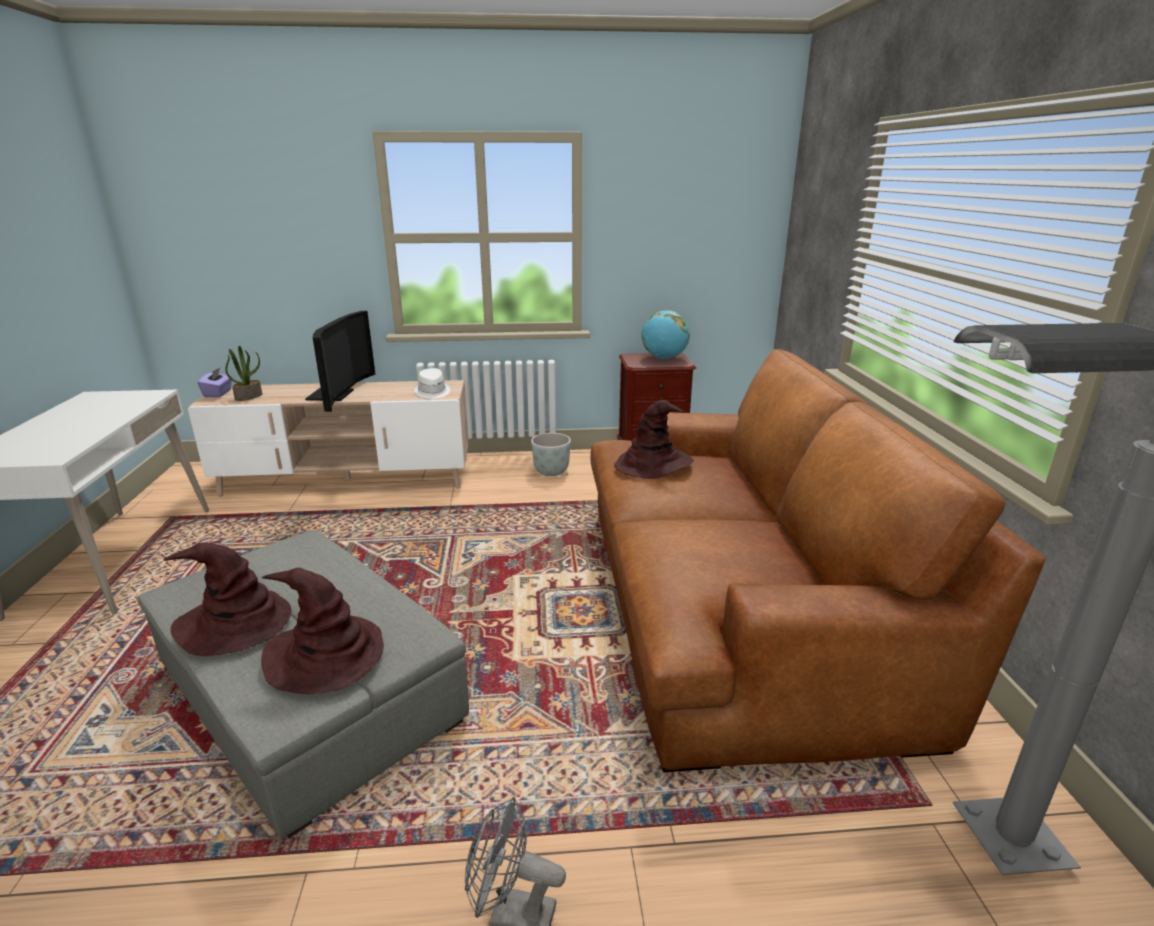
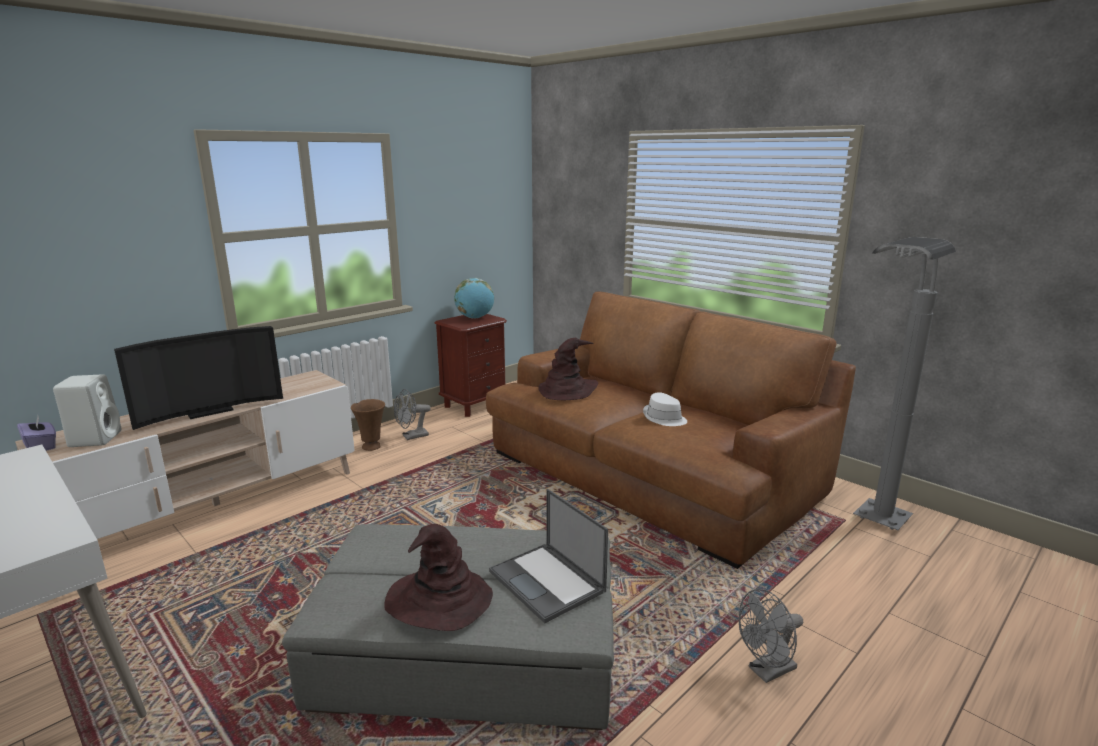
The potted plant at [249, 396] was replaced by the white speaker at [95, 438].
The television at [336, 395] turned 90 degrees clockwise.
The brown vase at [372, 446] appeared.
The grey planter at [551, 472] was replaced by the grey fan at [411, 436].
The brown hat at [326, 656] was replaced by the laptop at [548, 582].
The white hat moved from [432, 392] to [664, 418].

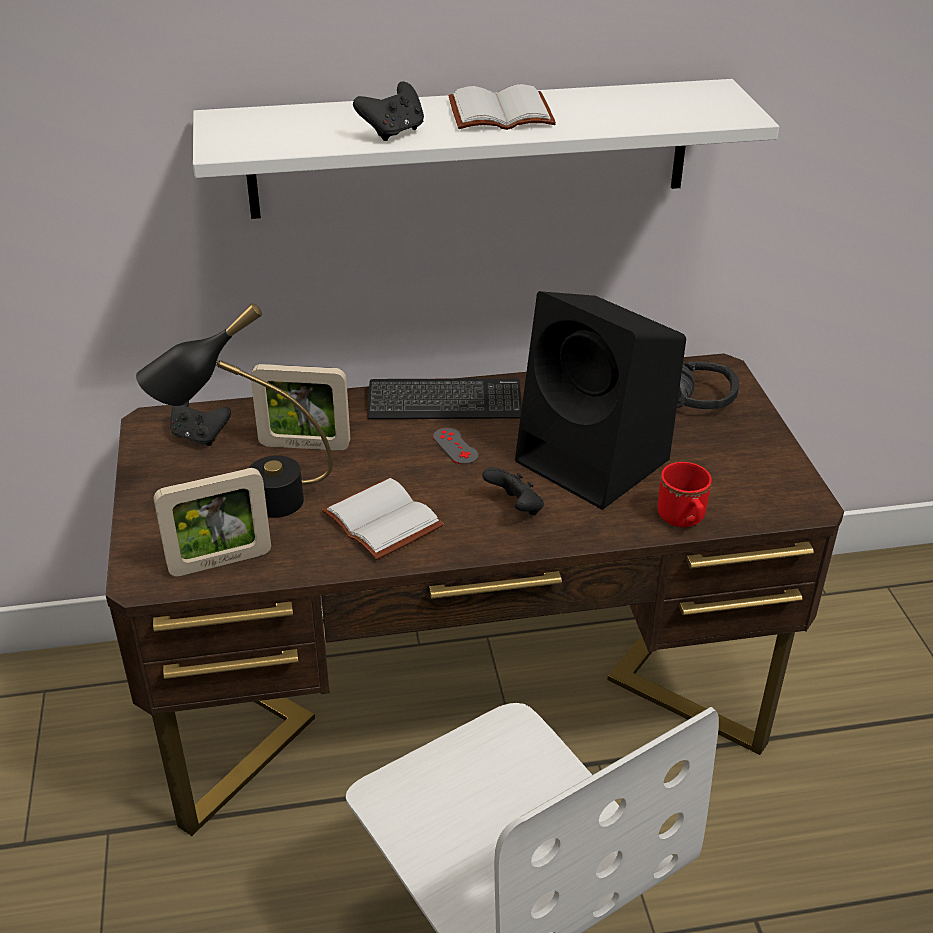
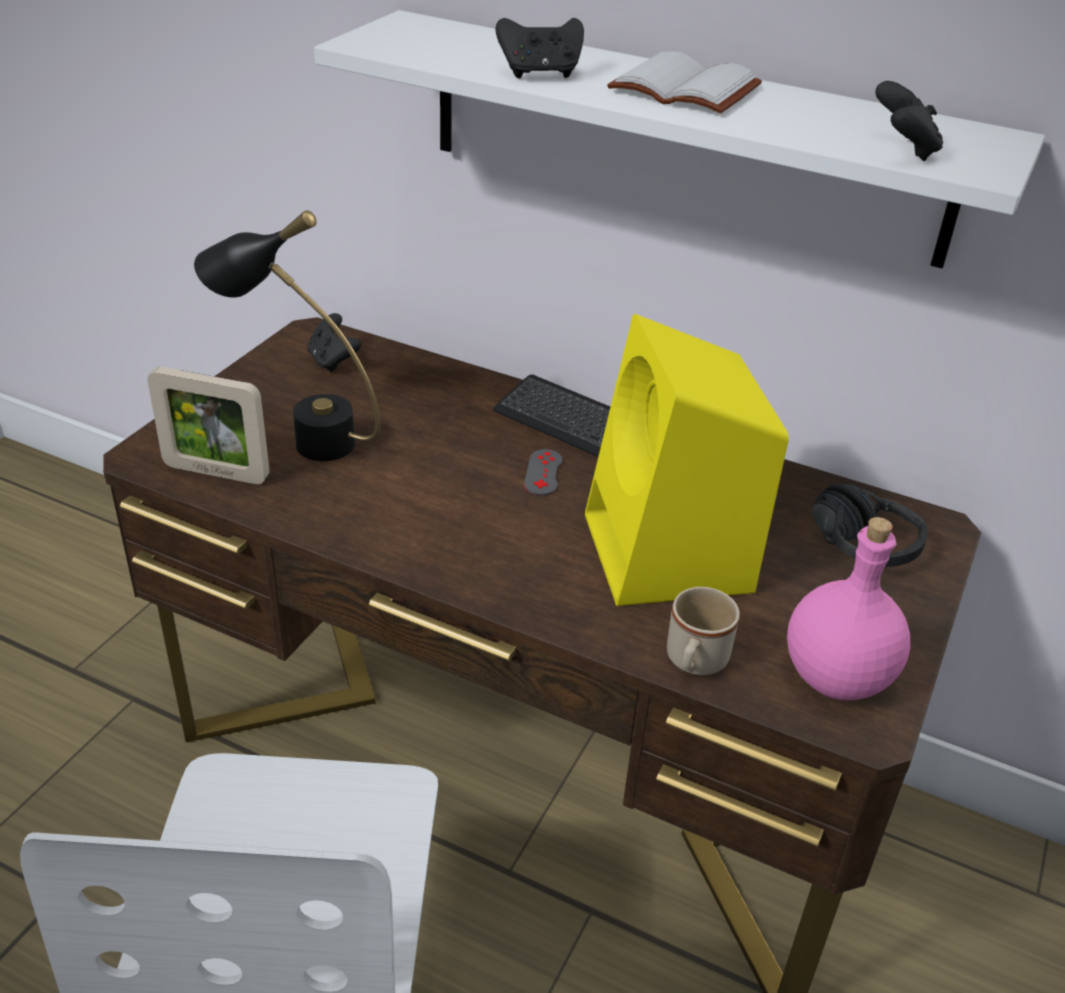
The black speaker at [596, 462] became the yellow speaker at [670, 556].
The red mug at [683, 520] became the beige mug at [694, 663].
The pink bottle at [834, 677] appeared.
The black game controller moved from [515, 508] to [903, 150].
The picture frame at [304, 445] disappeared.
The white book at [379, 521] disappeared.

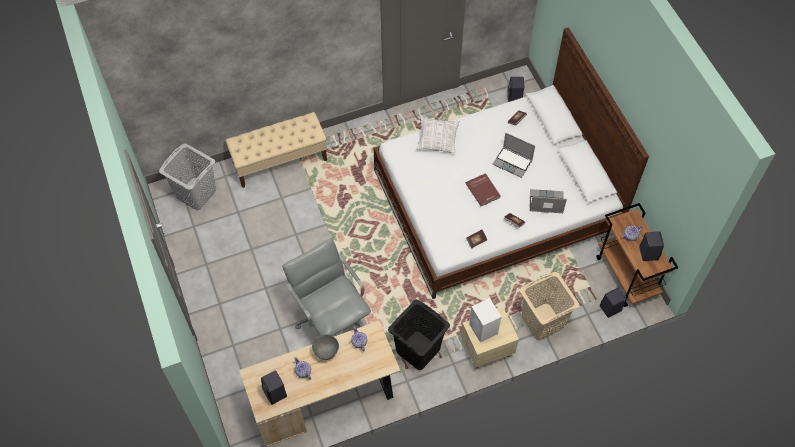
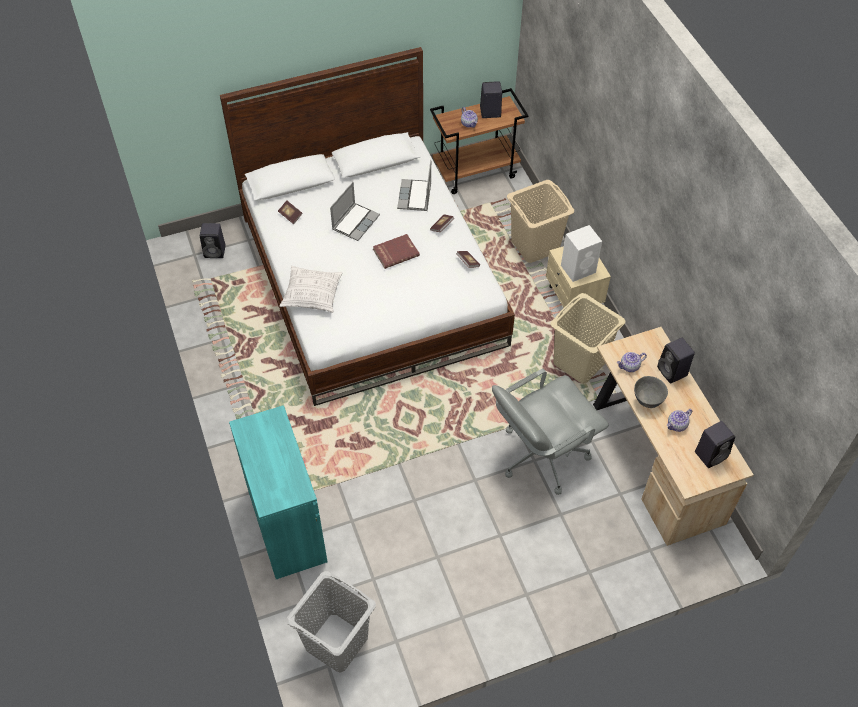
The beige bench at [280, 161] was replaced by the turquoise cabinet at [286, 525].
The black laundry basket at [417, 350] became the beige laundry basket at [579, 362].
The black speaker moved from [610, 309] to [673, 372].

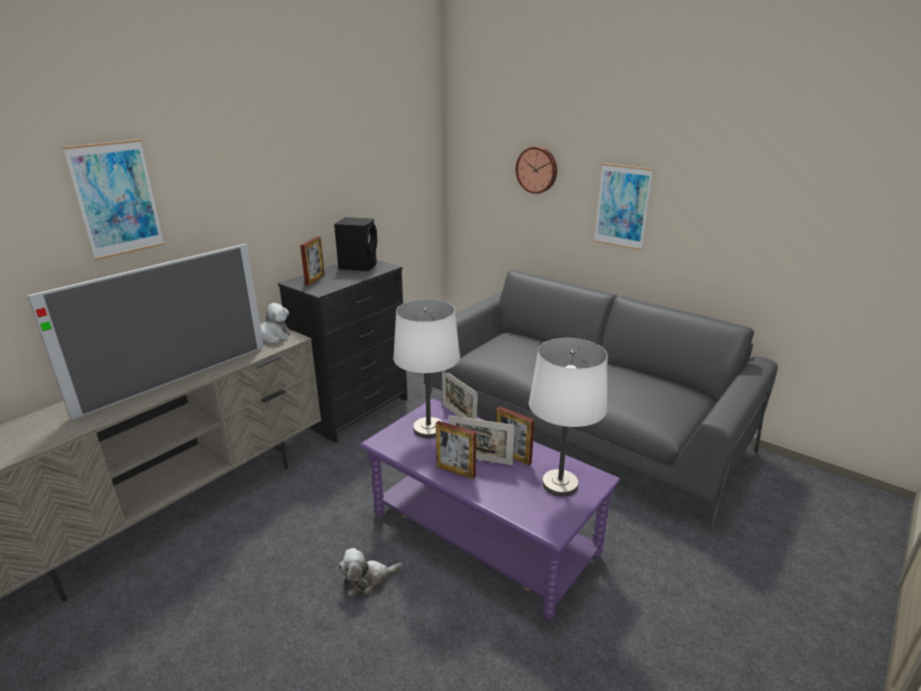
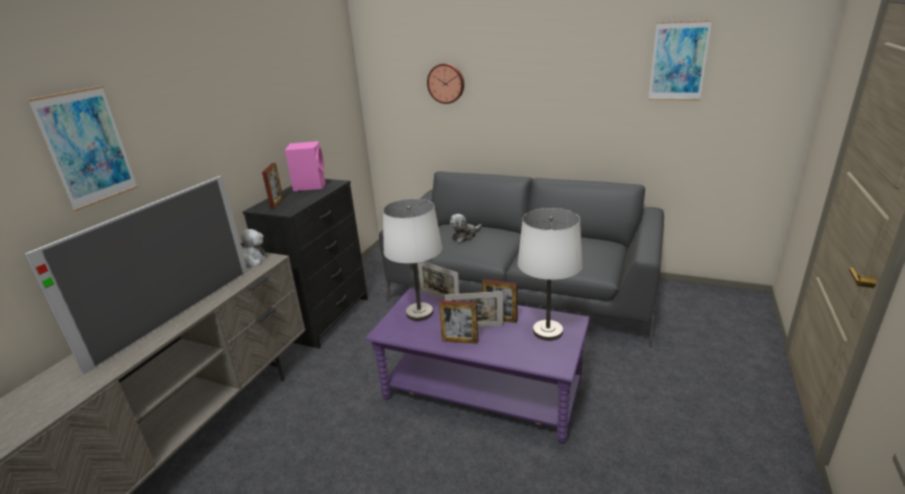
The black speaker at [359, 265] became the pink speaker at [310, 185].
The plush toy moved from [368, 581] to [465, 236].
The picture moved from [622, 206] to [678, 61].

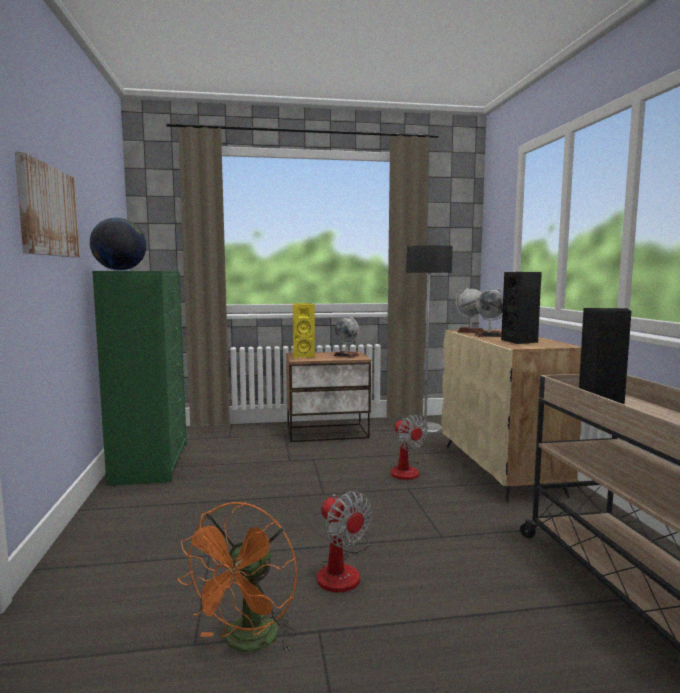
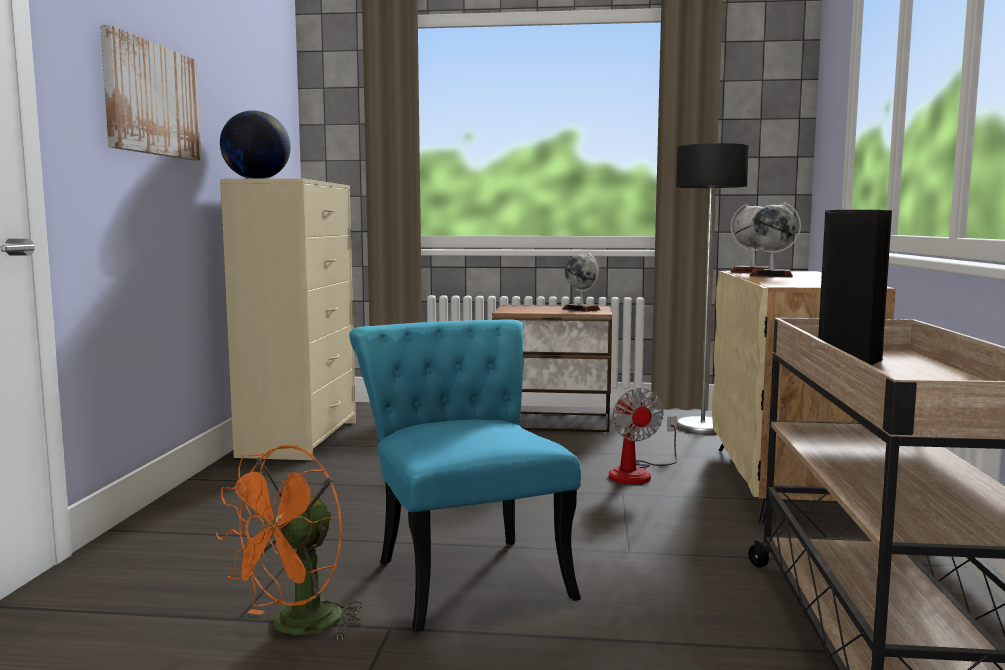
The green dresser at [151, 462] became the beige dresser at [300, 438].
The fan at [343, 570] was replaced by the turquoise chair at [464, 571].
The yellow speaker at [302, 356] disappeared.
The black speaker at [520, 341] disappeared.

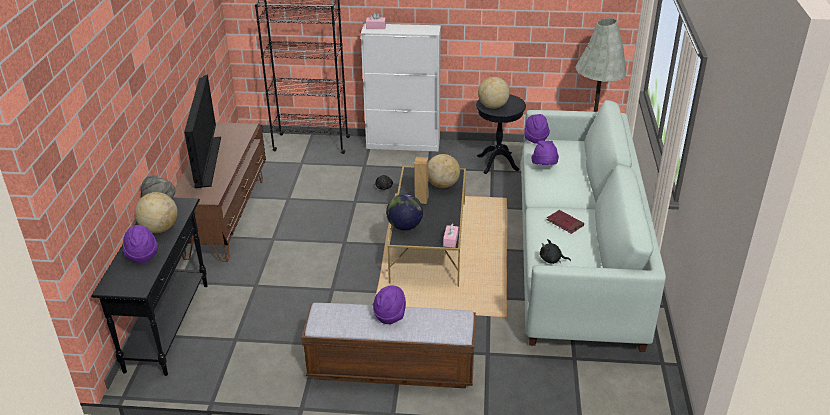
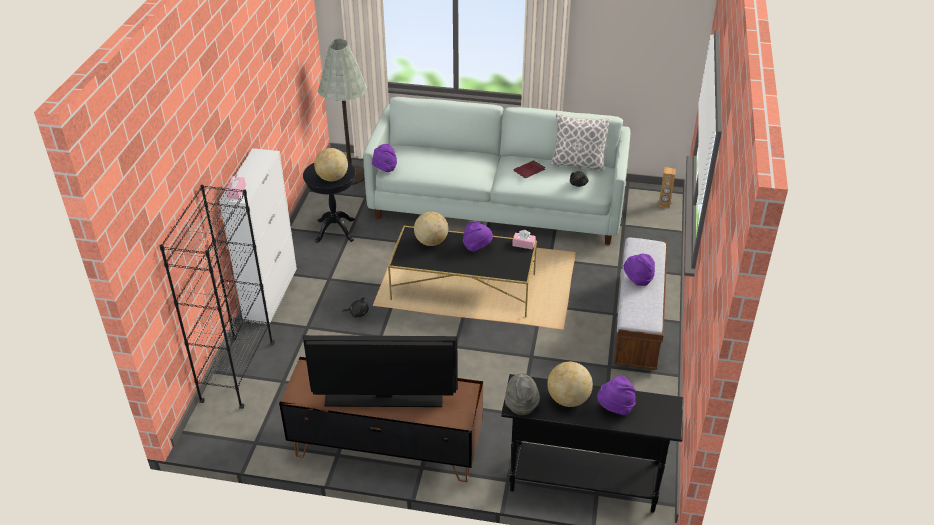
The purple hat moved from [544, 167] to [477, 246].
The pillow at [577, 163] appeared.
The brown speaker moved from [421, 199] to [664, 204].
The globe at [405, 227] disappeared.

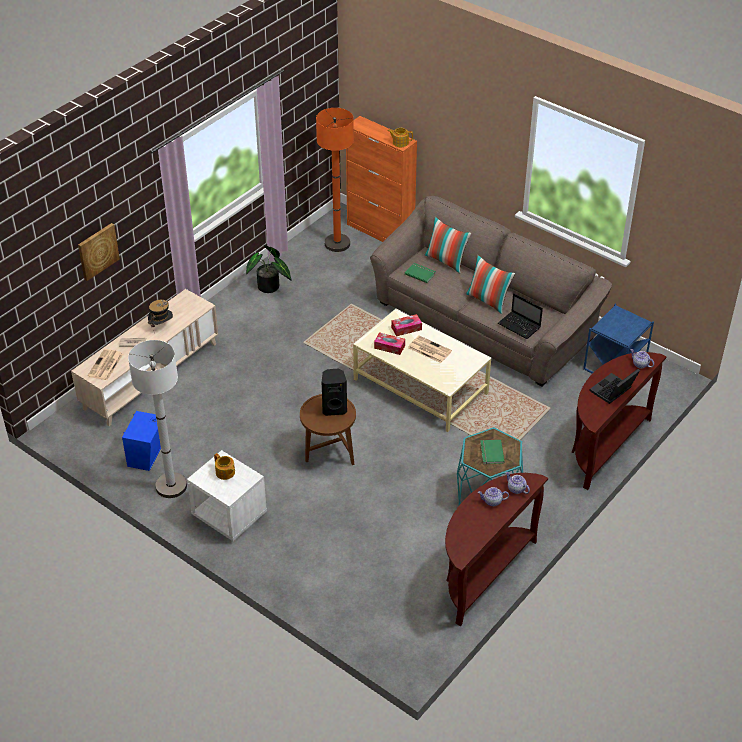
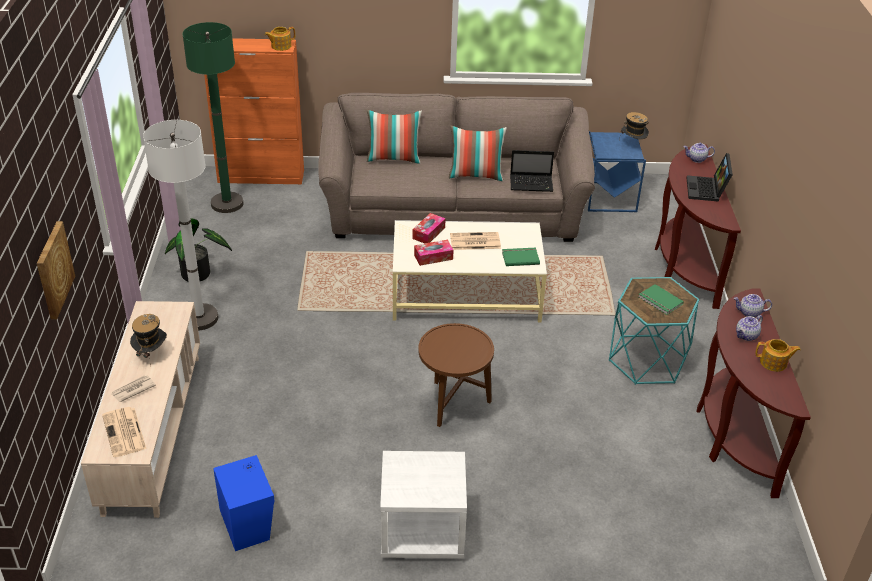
The white floor lamp moved from [171, 486] to [199, 318].
The orange floor lamp at [337, 243] became the green floor lamp at [227, 203].
The green book moved from [420, 273] to [520, 257].
The hat at [632, 144] appeared.
The teapot moved from [225, 473] to [774, 363].
The black speaker at [334, 408] disappeared.

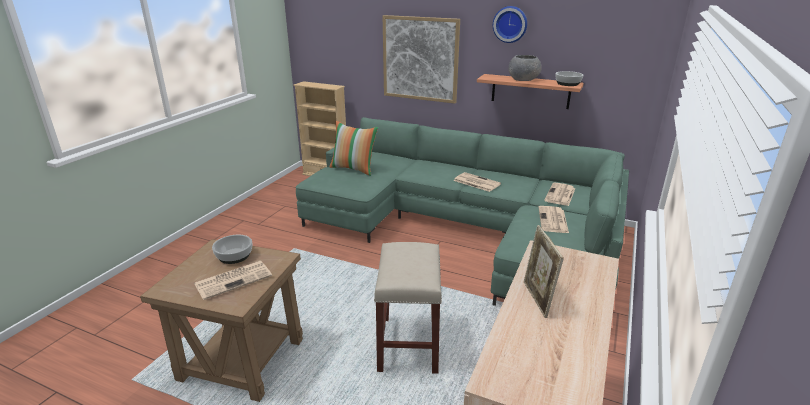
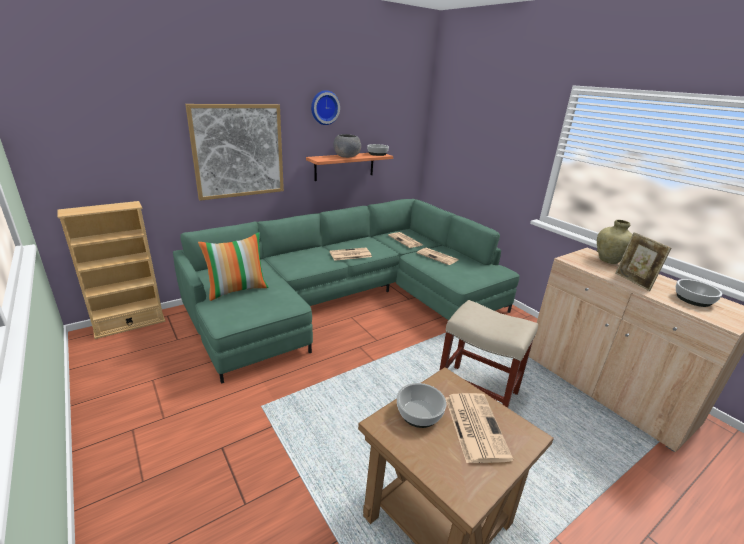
The beige vase at [608, 260] appeared.
The picture frame at [537, 299] turned 45 degrees clockwise.
The bowl at [692, 299] appeared.

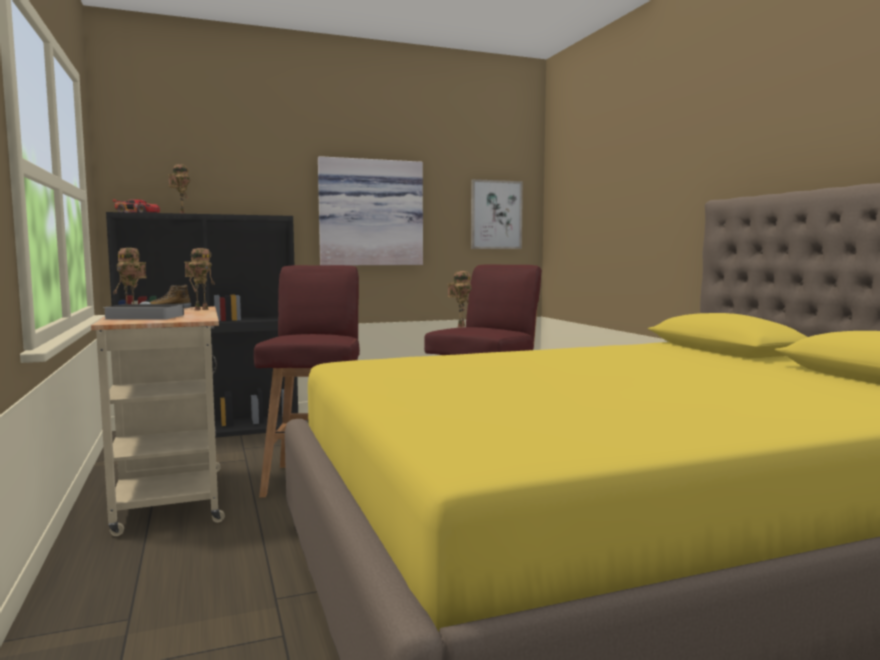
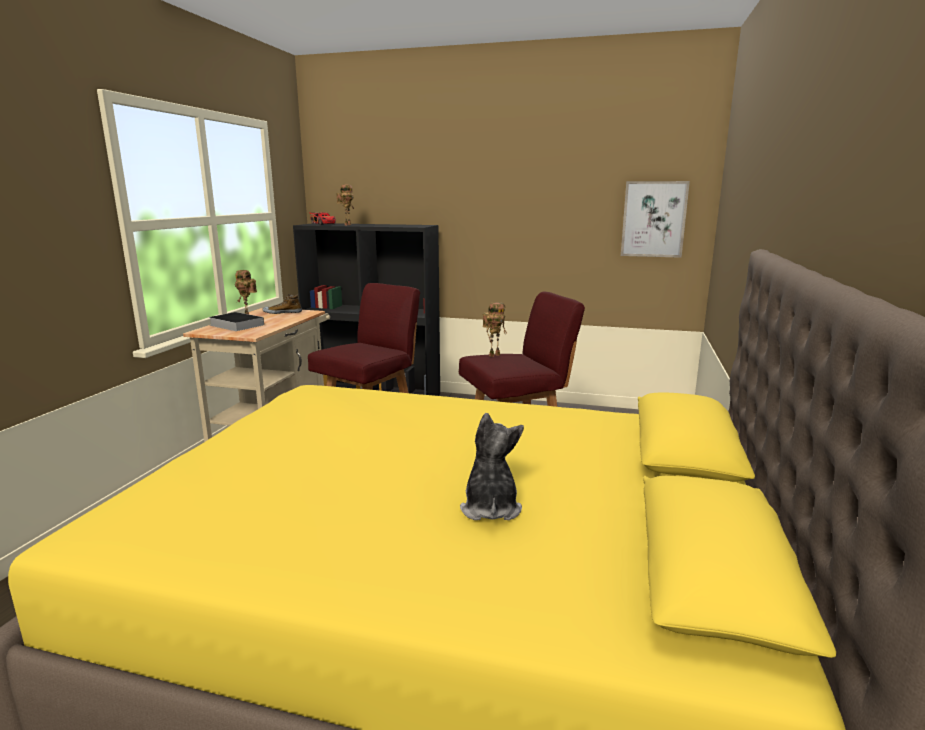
The plush toy at [490, 508] appeared.
The toy robot at [201, 309] disappeared.
The picture at [370, 213] disappeared.

